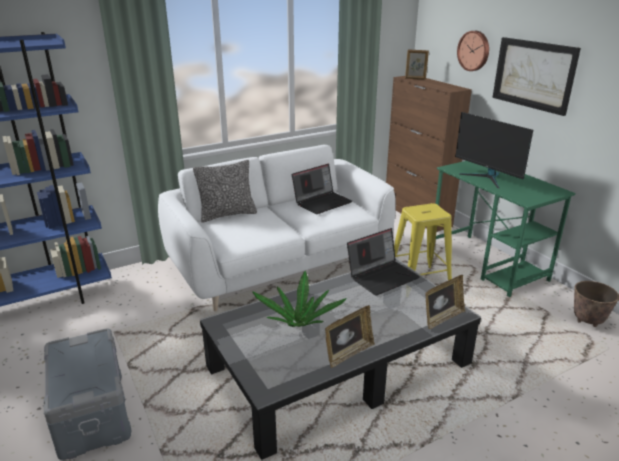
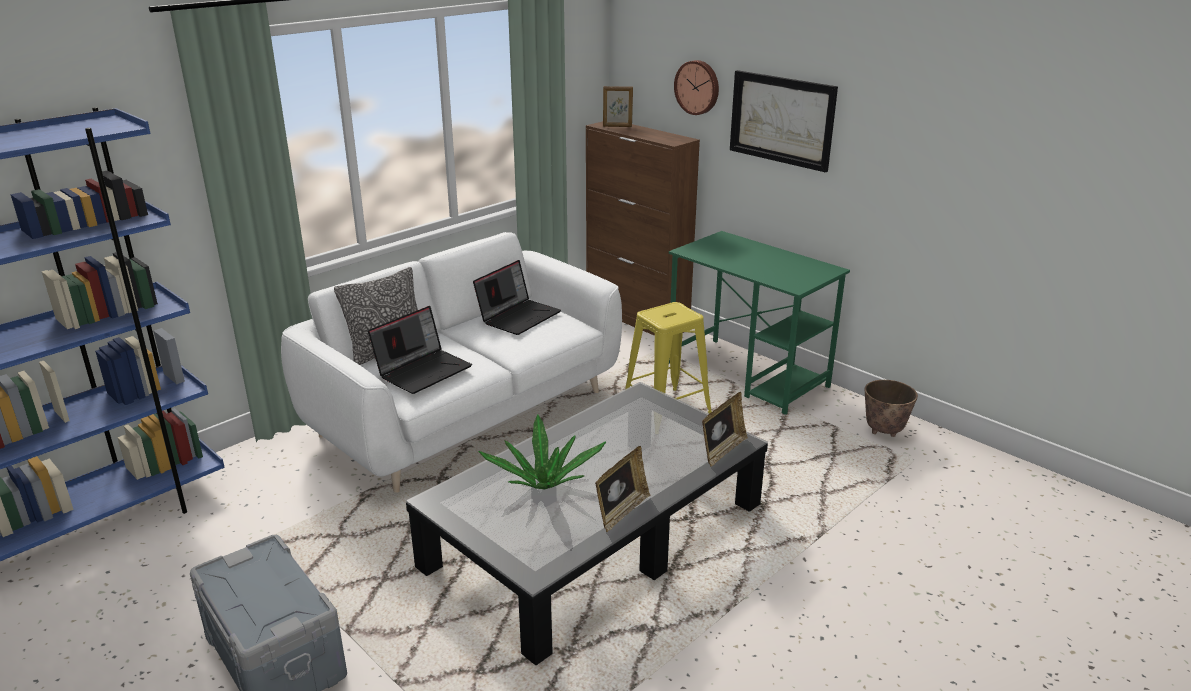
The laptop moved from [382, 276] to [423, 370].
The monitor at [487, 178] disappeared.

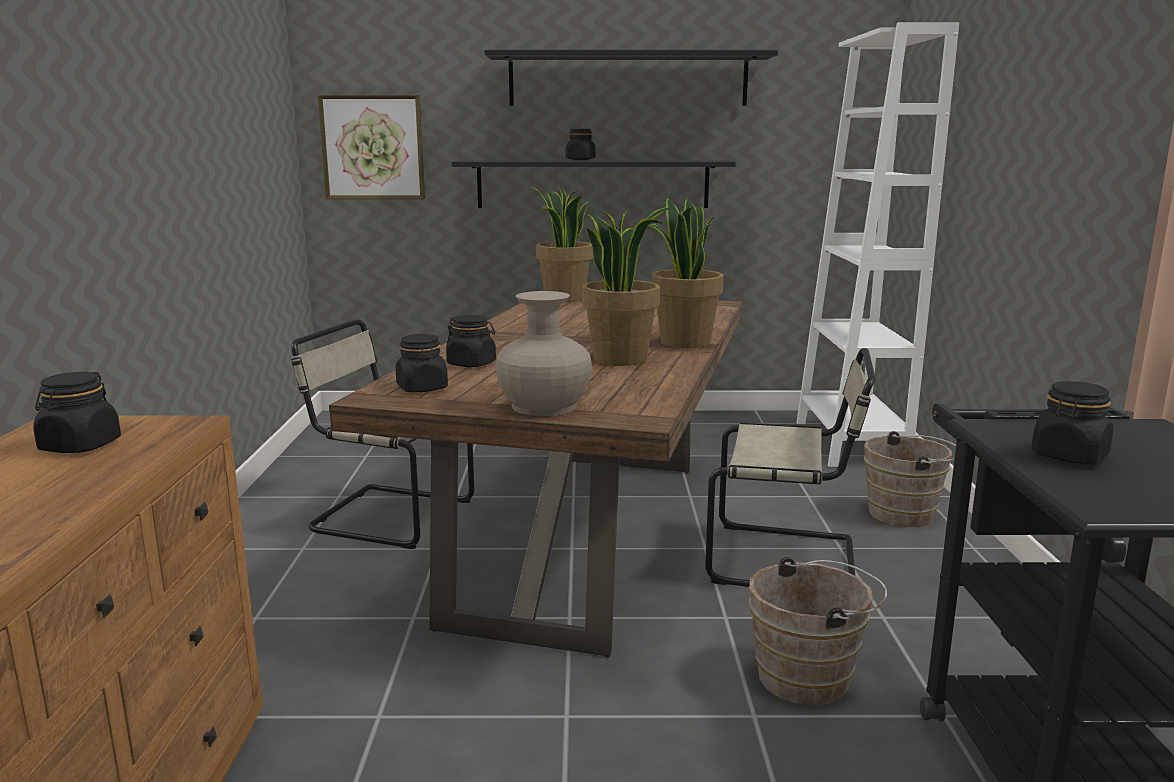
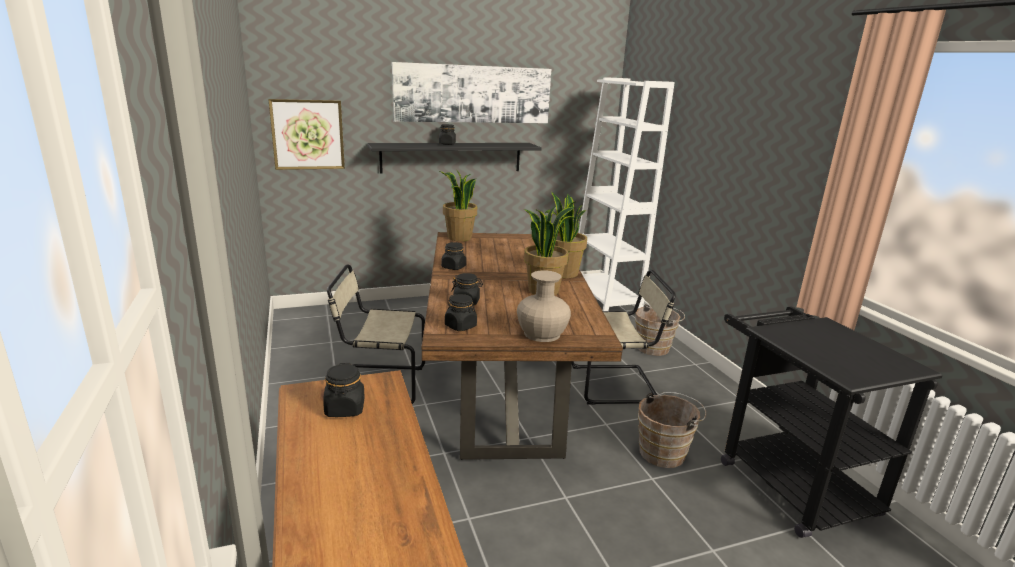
The black shelf at [628, 80] was replaced by the picture at [473, 94].
The black jar moved from [1069, 456] to [453, 267].

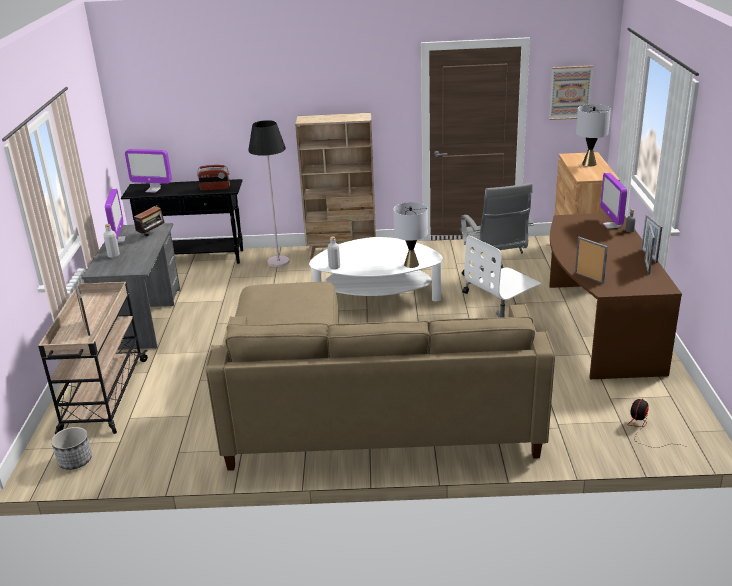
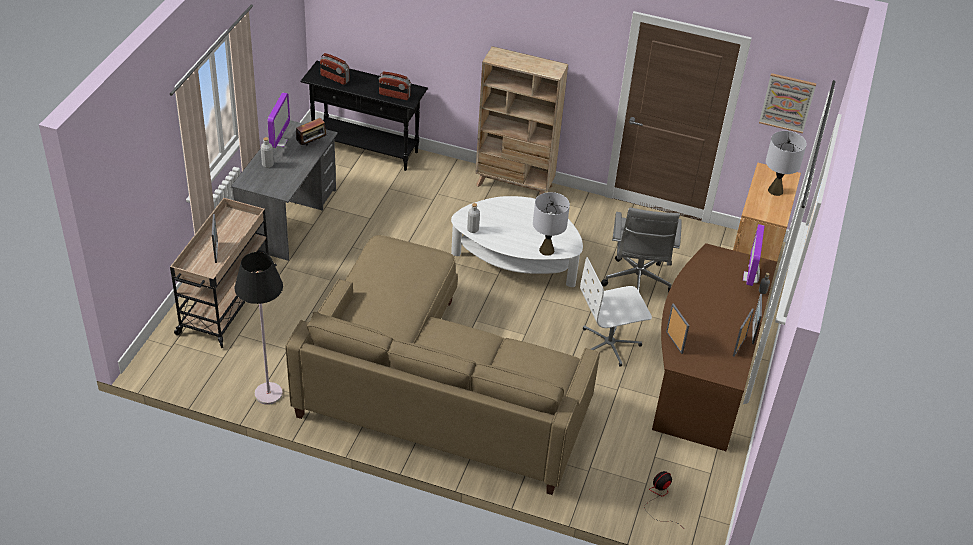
The black floor lamp moved from [278, 262] to [268, 394].
The monitor at [153, 190] was replaced by the radio at [334, 78].
The planter at [75, 461] disappeared.

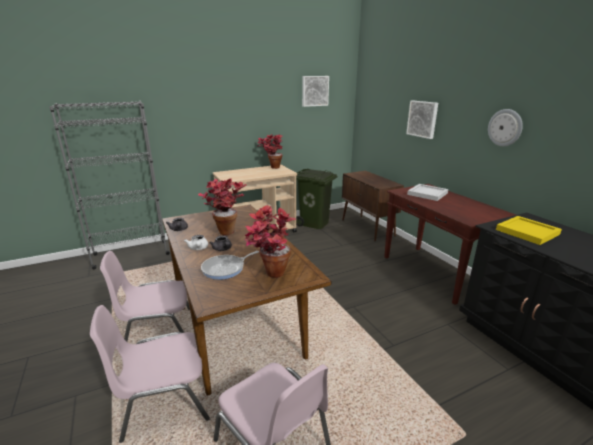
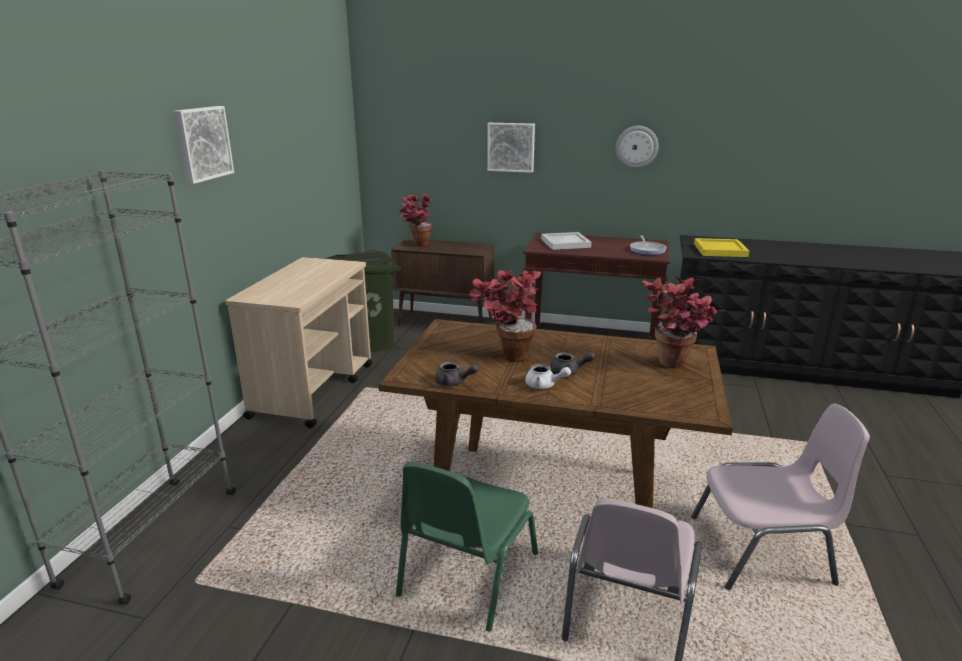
The picture moved from [314, 91] to [202, 143].
The pink chair at [157, 331] became the green chair at [466, 575].
The potted plant moved from [271, 167] to [416, 245].
The frying pan moved from [225, 269] to [647, 250].

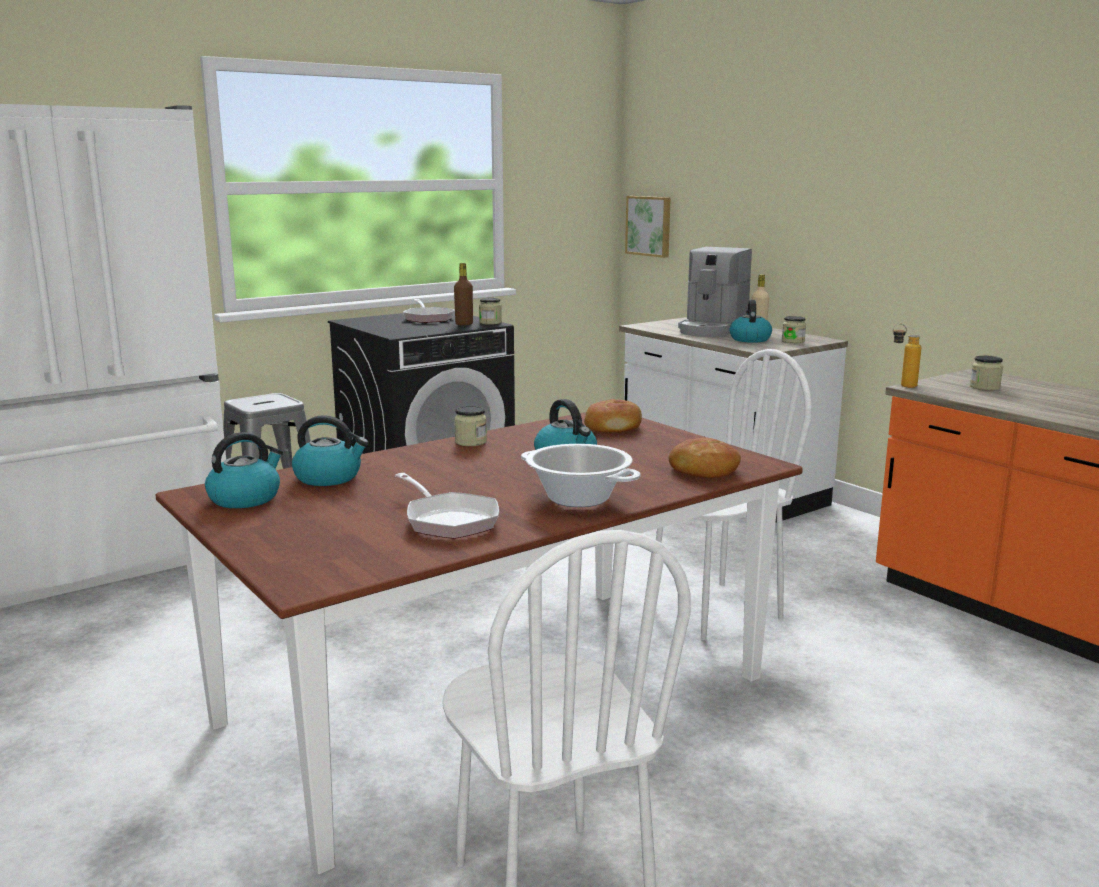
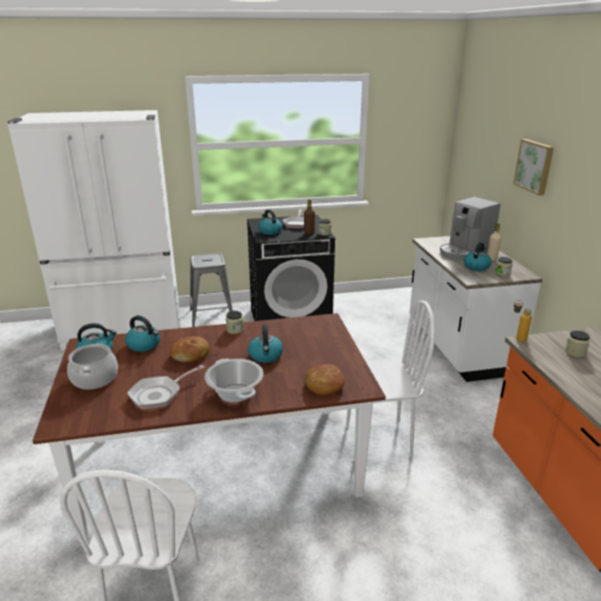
The cooking pot at [95, 378] appeared.
The frying pan at [448, 520] turned 60 degrees clockwise.
The bread moved from [613, 427] to [191, 355].
The kettle at [270, 231] appeared.
The picture moved from [649, 226] to [535, 166].

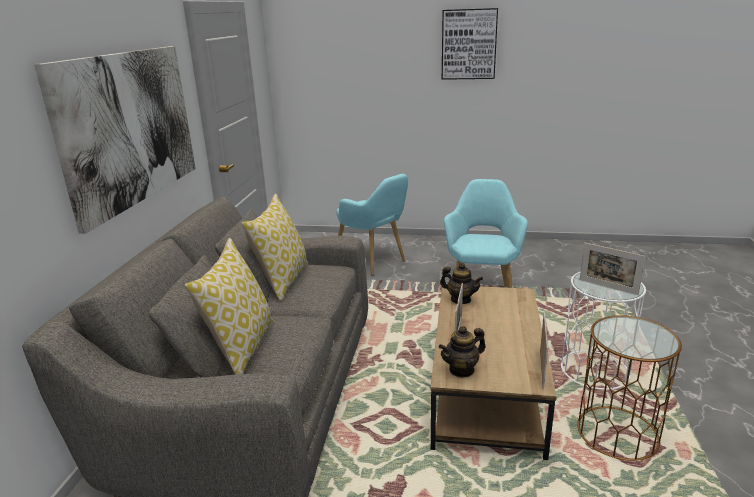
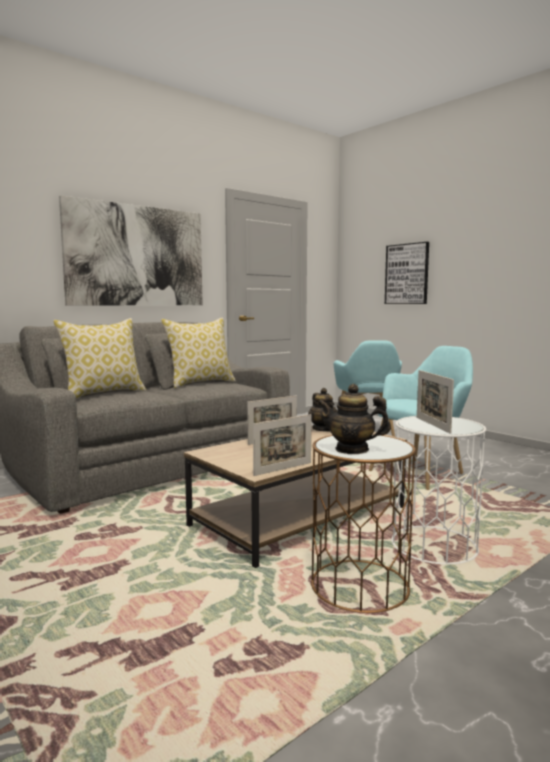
The teapot moved from [462, 370] to [352, 449].
The picture moved from [469, 44] to [407, 274].

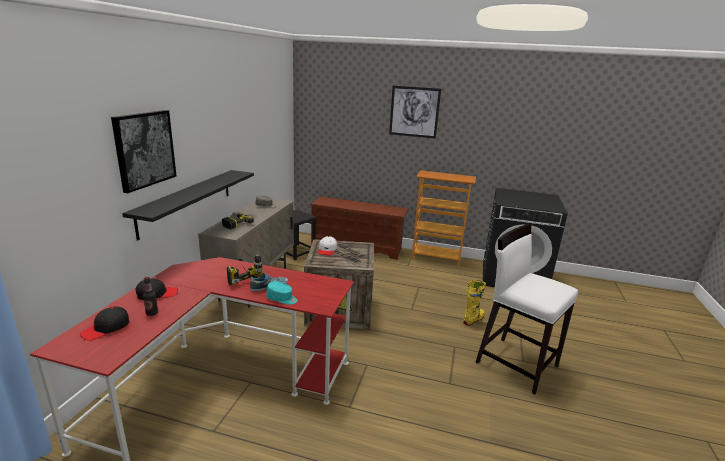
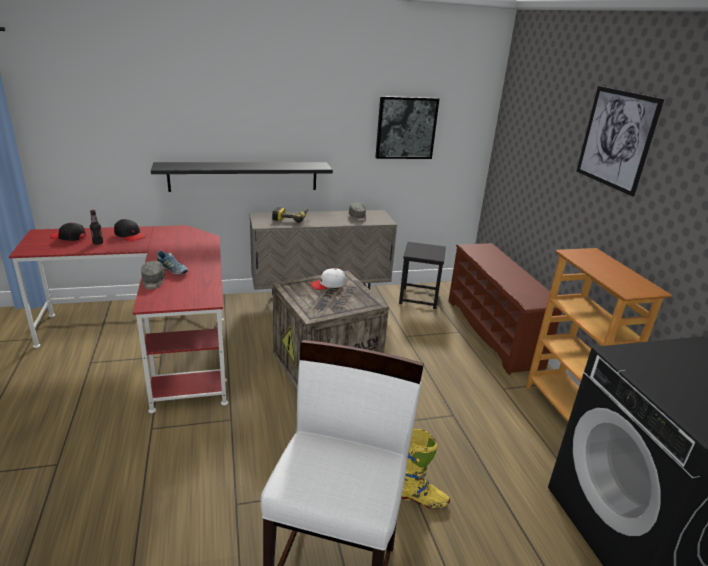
The turquoise cap at [282, 299] became the grey cap at [153, 281].
The picture moved from [144, 149] to [406, 128].
The power drill at [243, 277] disappeared.

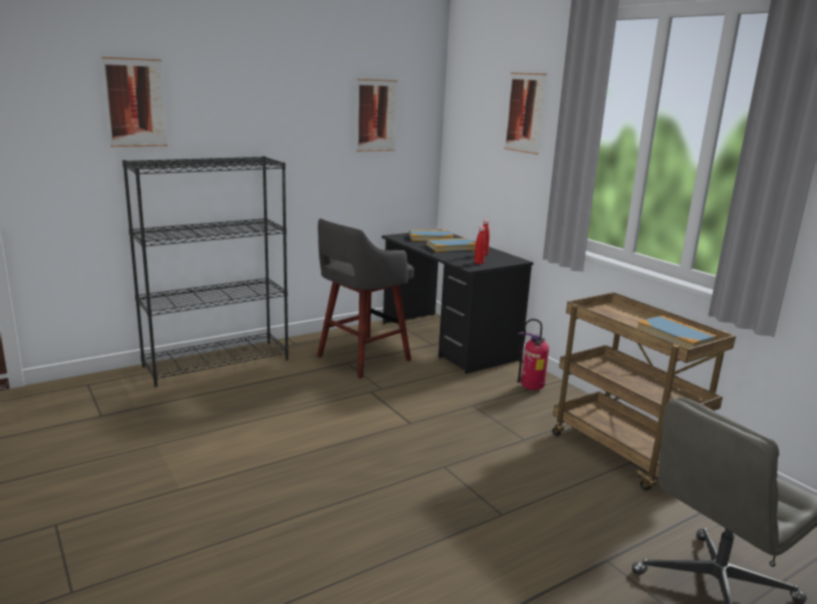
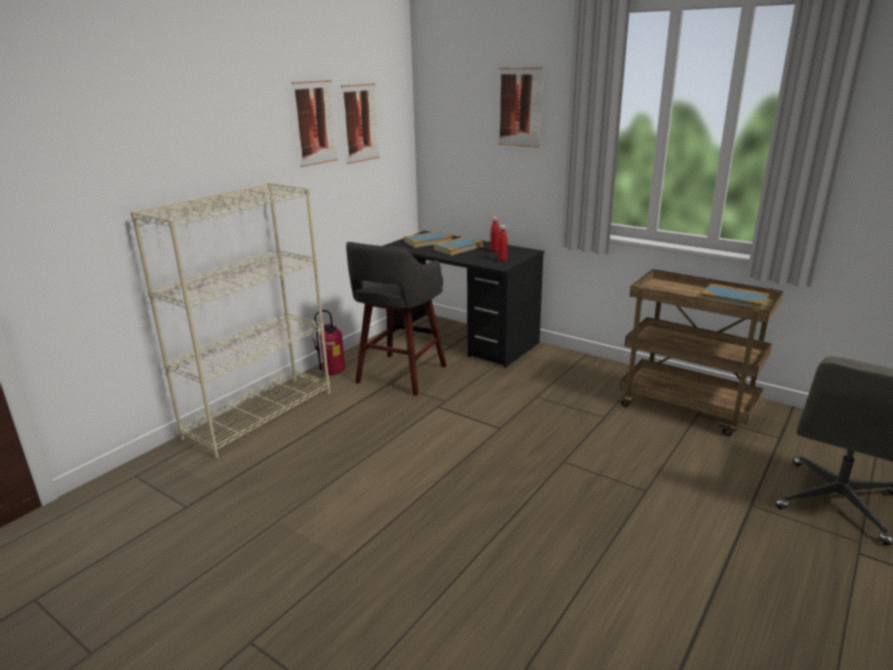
The black bookcase at [217, 363] became the beige bookcase at [260, 414].
The picture moved from [135, 103] to [315, 123].
The fire extinguisher moved from [530, 388] to [333, 373].

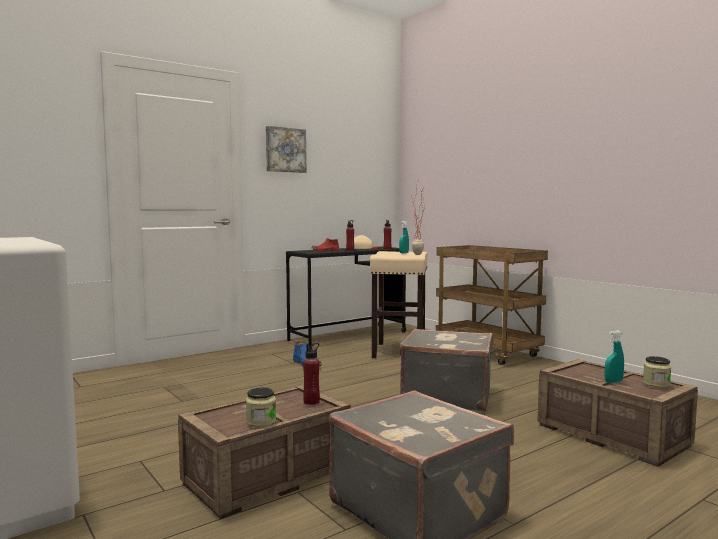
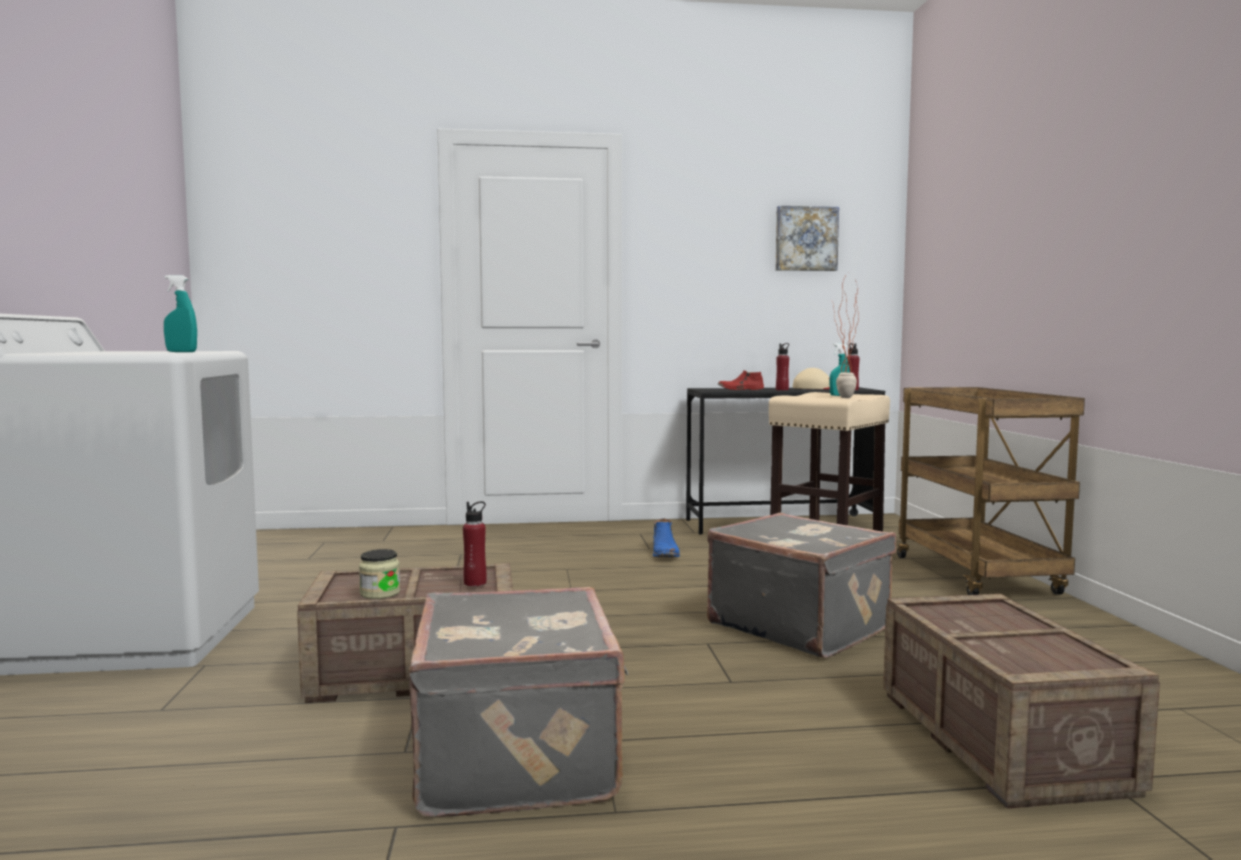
The turquoise spray bottle moved from [613, 382] to [181, 352].
The picture moved from [285, 150] to [805, 239].
The jar at [656, 384] disappeared.

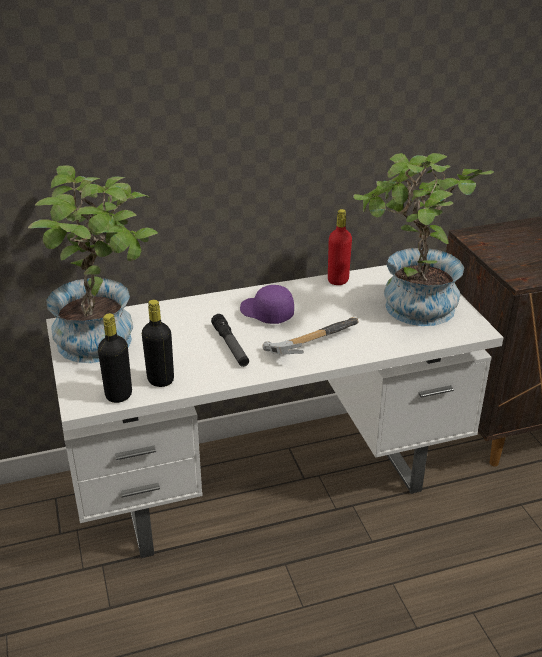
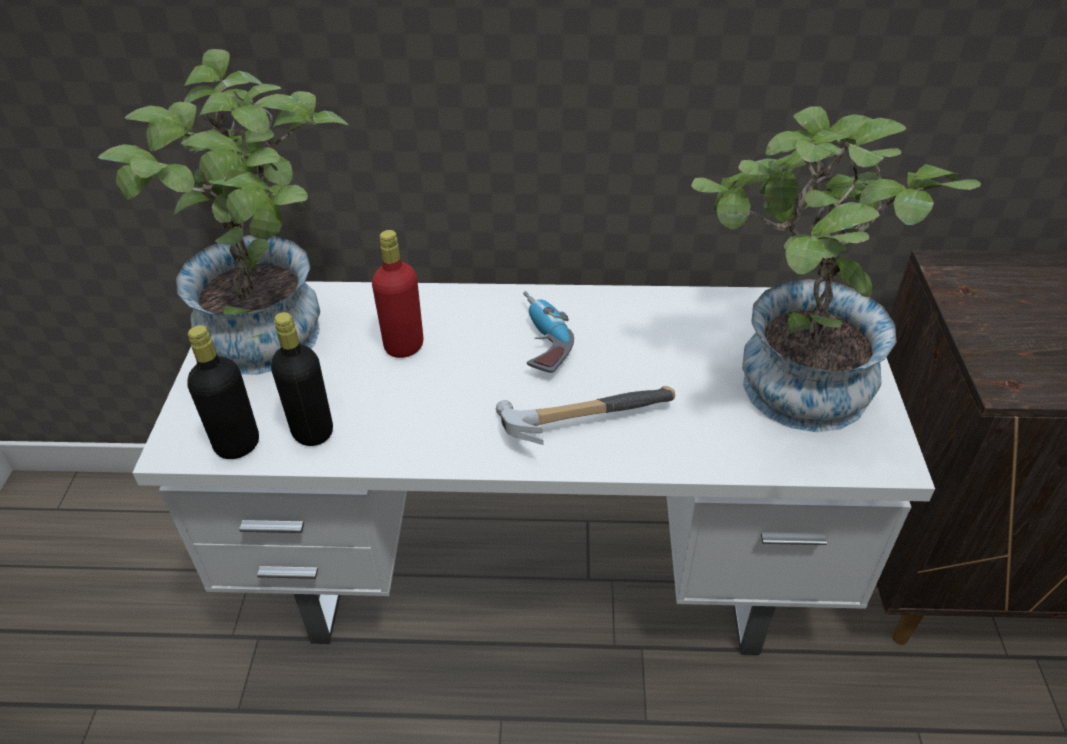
The red bottle moved from [338, 280] to [404, 346].
The purple cap at [266, 313] was replaced by the power drill at [539, 341].
The flashlight at [230, 346] disappeared.

